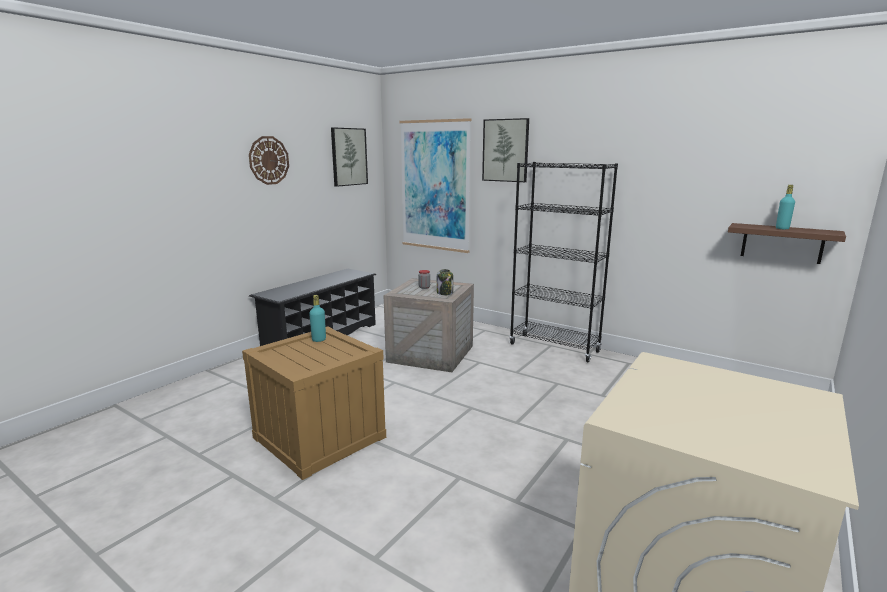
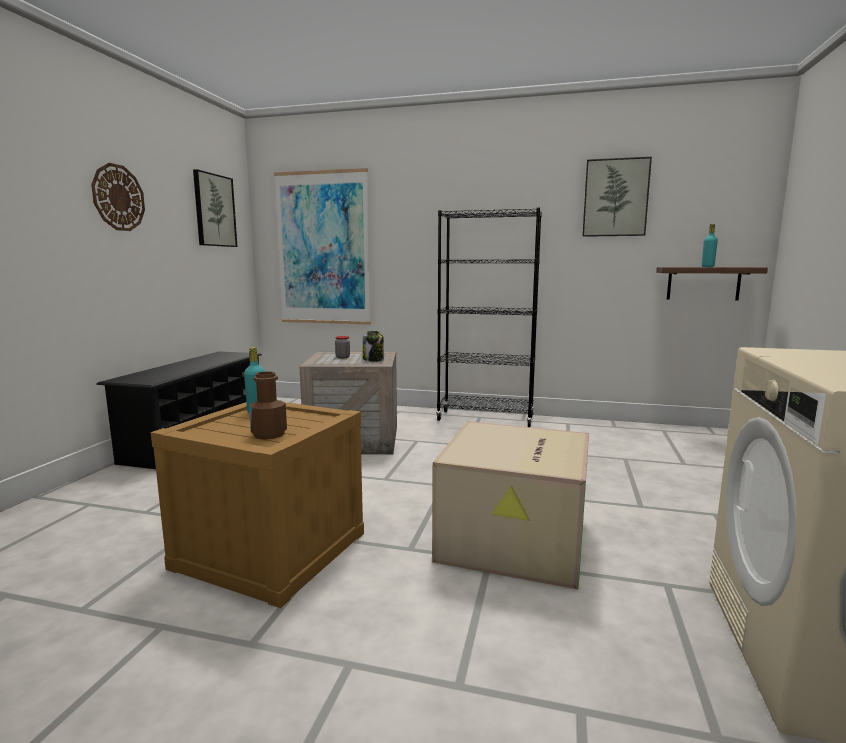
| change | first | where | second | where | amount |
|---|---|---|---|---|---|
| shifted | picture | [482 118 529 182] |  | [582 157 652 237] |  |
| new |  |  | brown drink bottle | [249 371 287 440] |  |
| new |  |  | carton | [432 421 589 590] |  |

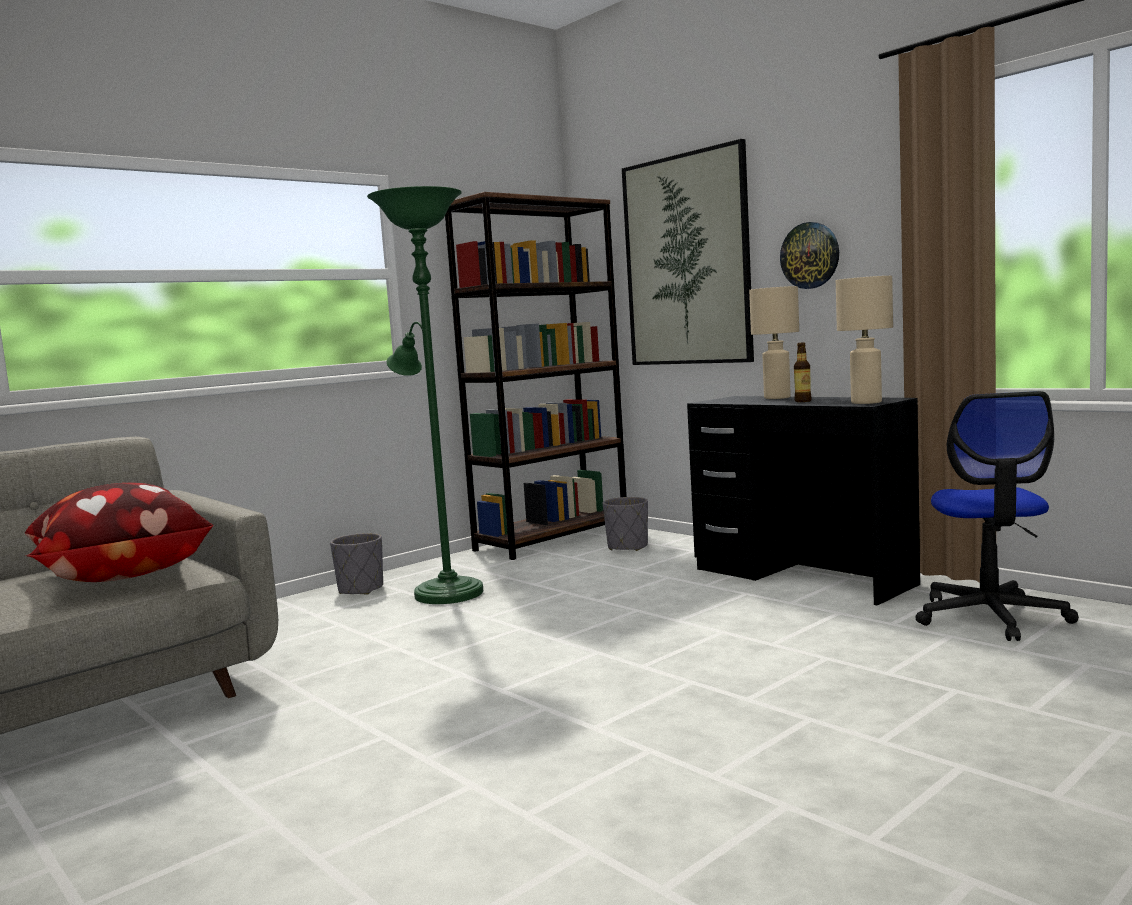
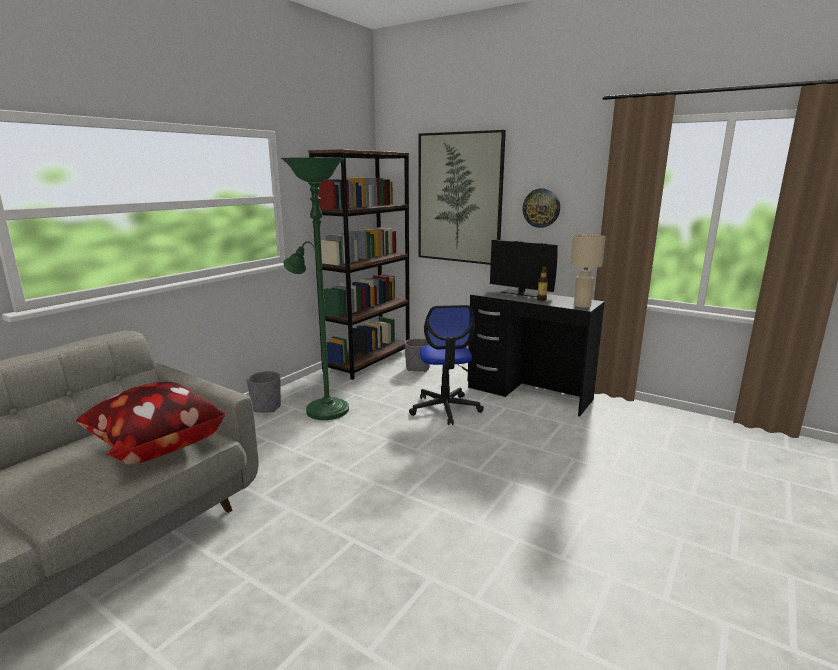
| change | first | where | second | where | amount |
|---|---|---|---|---|---|
| swapped | beige-coloured table lamp | [749 286 799 399] | monitor | [490 240 558 297] |  |
| shifted | desk chair | [915 391 1079 641] |  | [409 305 484 425] |  |

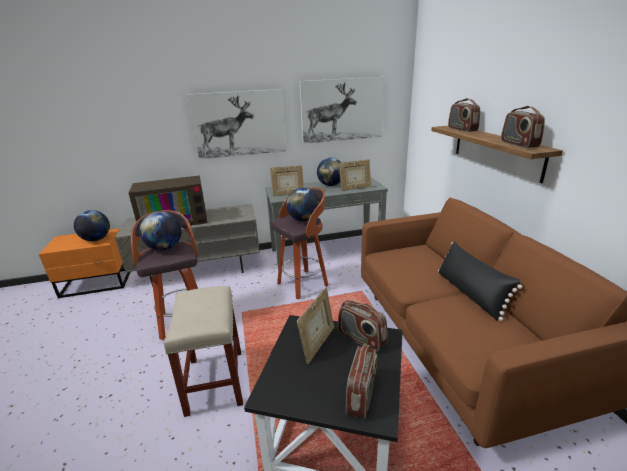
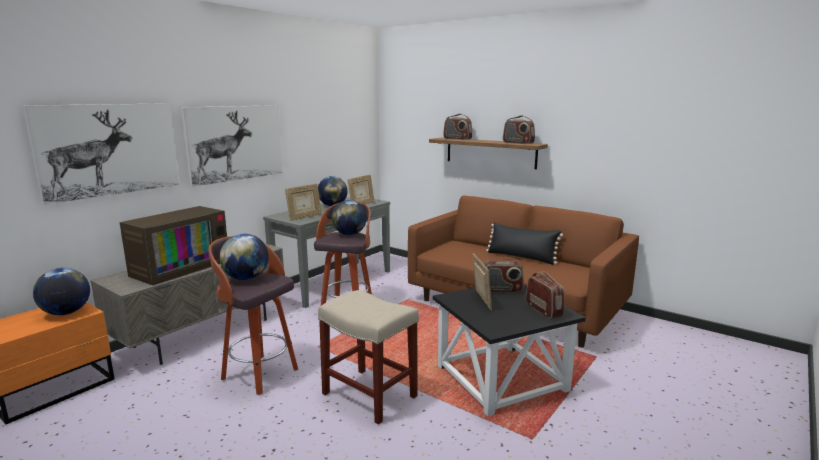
| change | first | where | second | where | amount |
|---|---|---|---|---|---|
| shifted | picture | [300 77 385 144] |  | [23 103 180 205] |  |

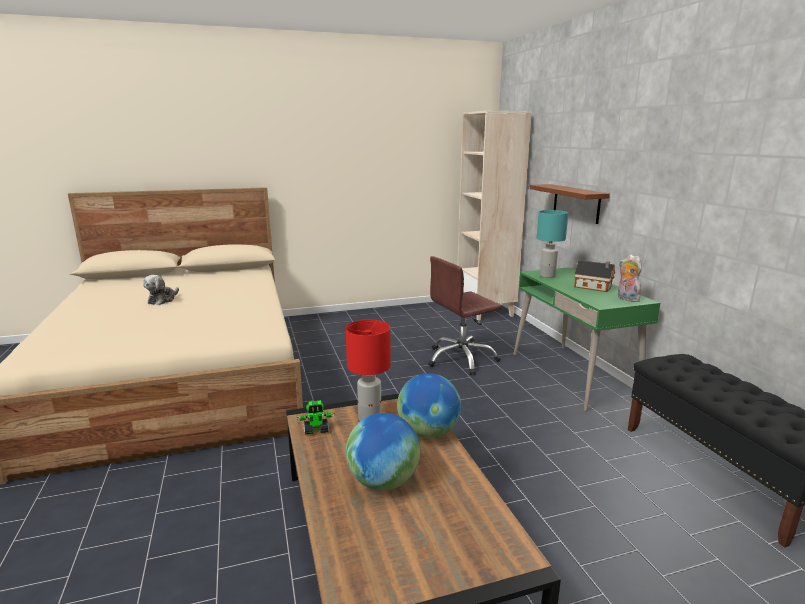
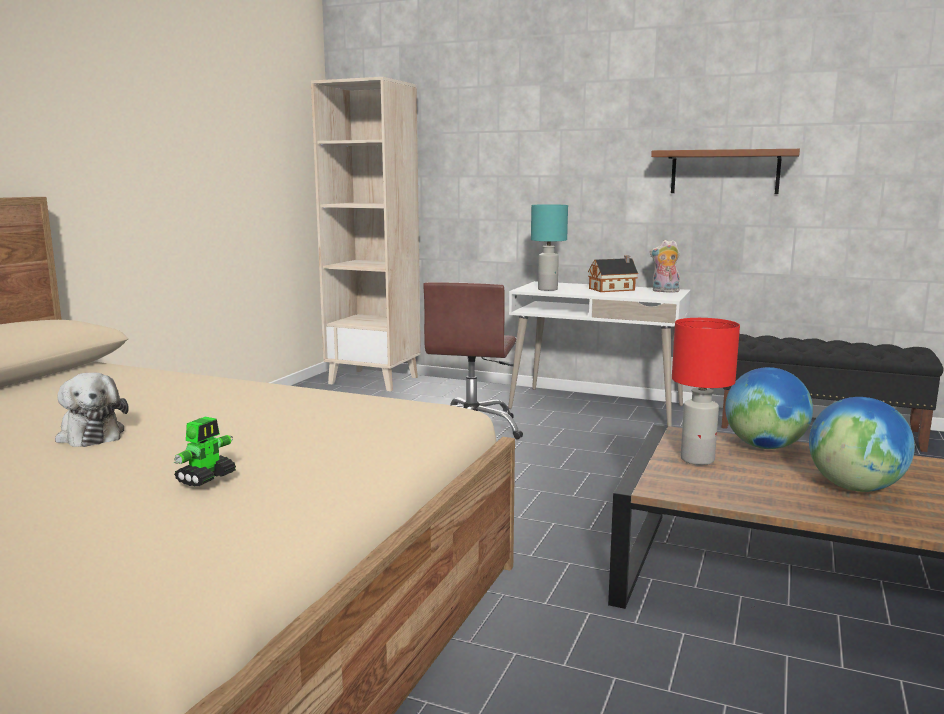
| change | first | where | second | where | amount |
|---|---|---|---|---|---|
| shifted | brown wall shelf | [529 184 610 224] |  | [651 149 800 194] |  |
| repainted | green desk table | [513 267 660 411] | white-coloured desk table | [508 281 691 427] |  |
| shifted | robot figure | [297 400 335 435] |  | [174 417 236 486] |  |

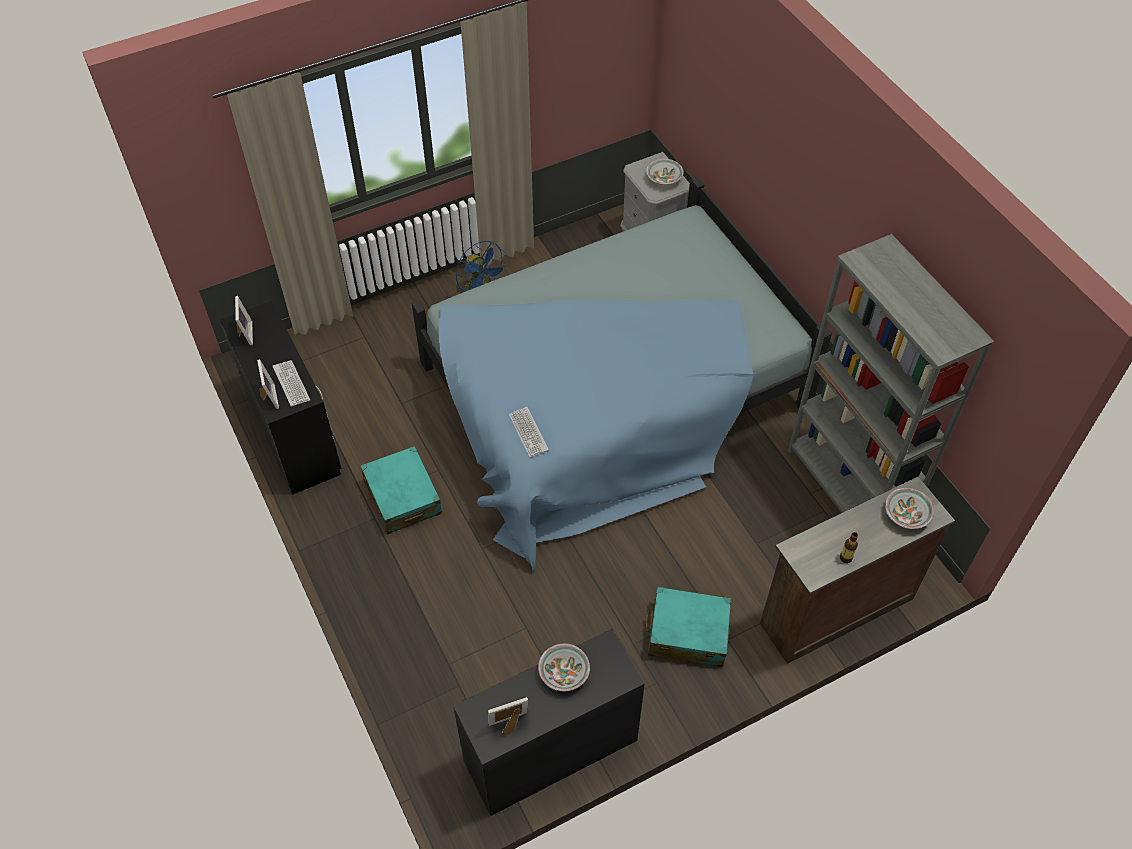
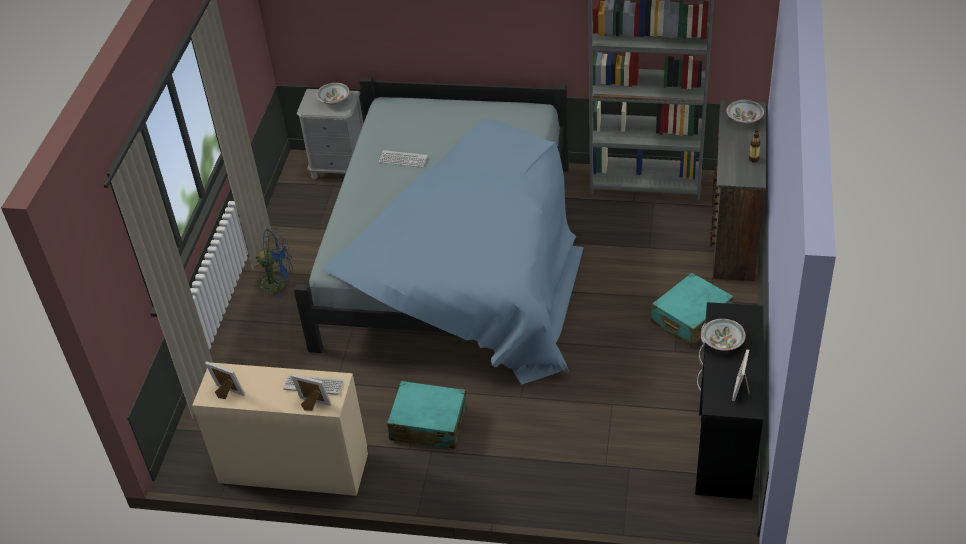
| change | first | where | second | where | amount |
|---|---|---|---|---|---|
| repainted | black-coloured desk table | [220 301 342 495] | beige-coloured desk table | [192 363 368 496] |  |
| shifted | PC keyboard | [509 407 549 458] |  | [379 150 428 167] |  |

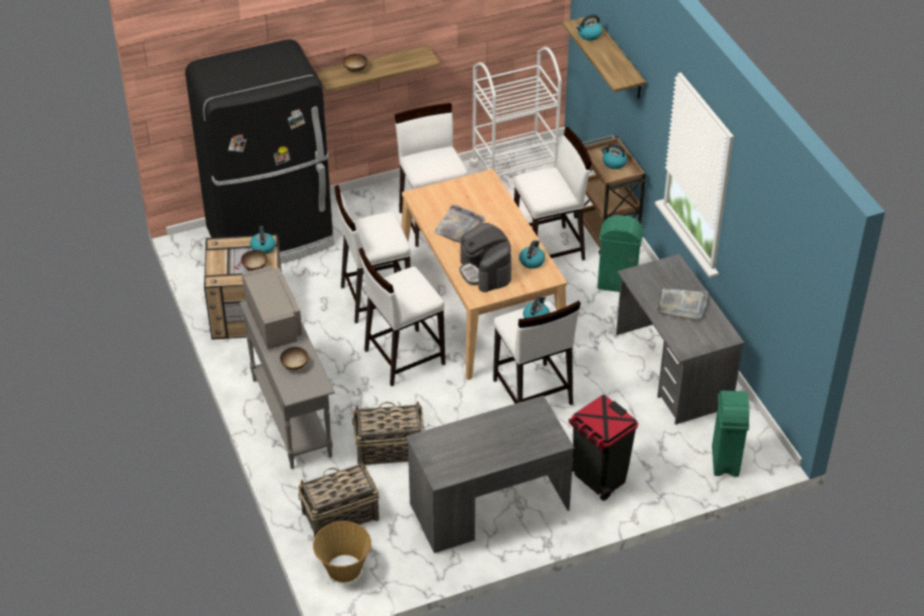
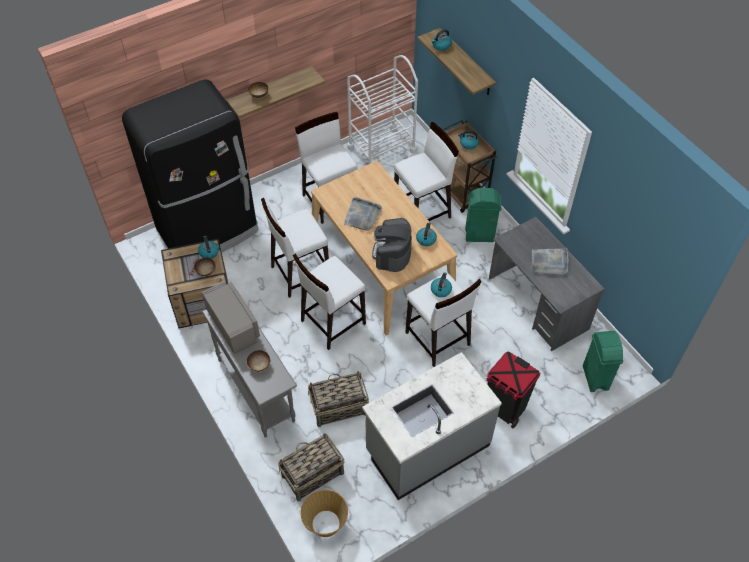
| change | first | where | second | where | amount |
|---|---|---|---|---|---|
| rotated | coffee machine | [459 223 511 292] |  | [372 218 412 272] | 45 degrees clockwise |
| swapped | gray desk table | [406 395 575 553] | gray counter | [362 352 502 500] |  |

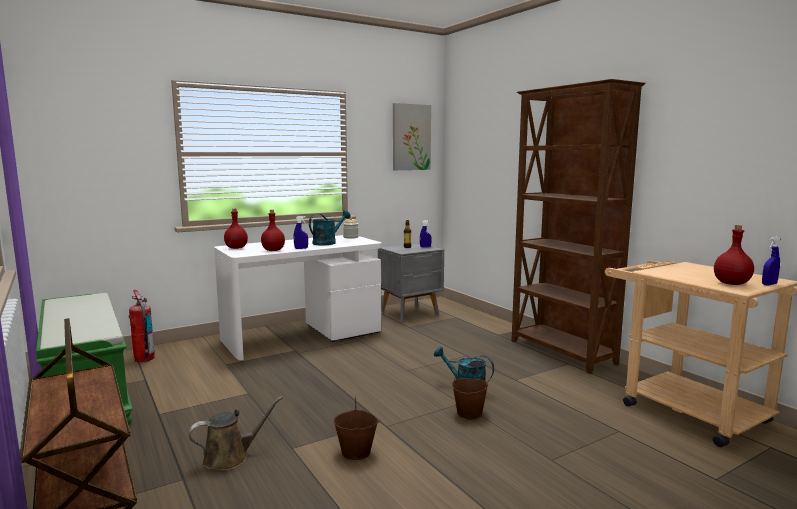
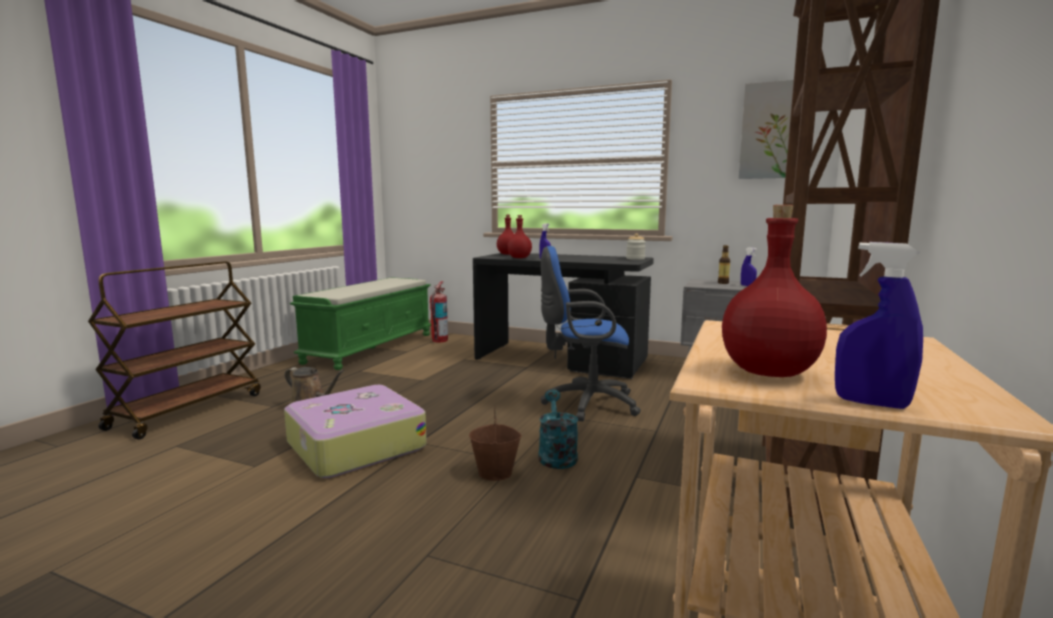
| change | first | where | second | where | amount |
|---|---|---|---|---|---|
| gone | turquoise sprinkling can | [309 210 351 245] |  |  |  |
| repainted | white-coloured desk table | [214 235 382 360] | black-coloured desk table | [473 253 654 379] |  |
| swapped | brown bucket | [334 396 379 460] | travel case | [284 385 427 478] |  |
| new |  |  | blue desk chair | [541 246 641 421] |  |

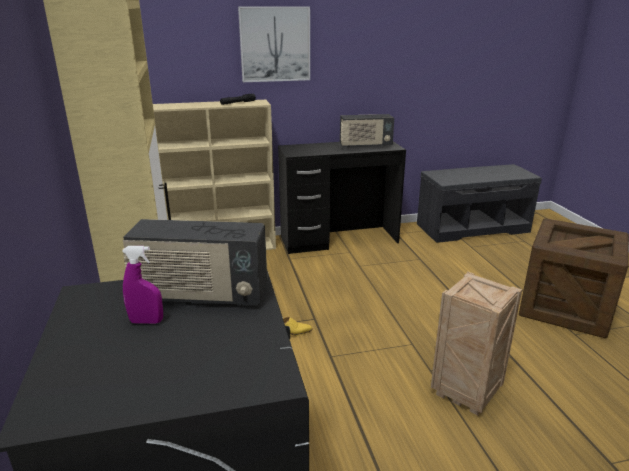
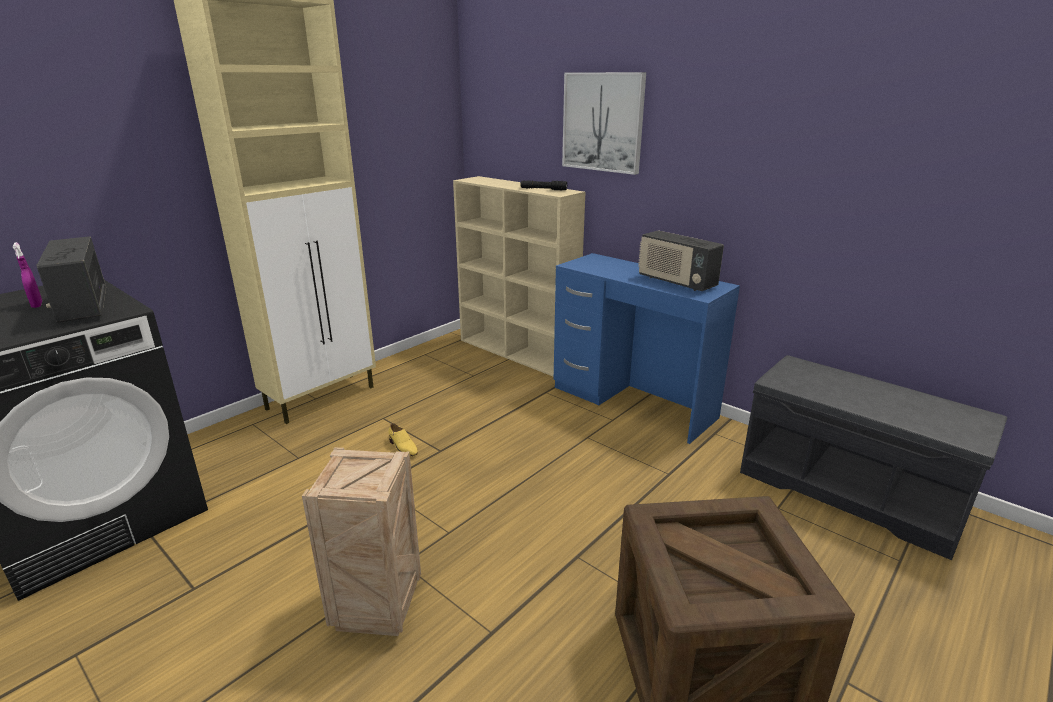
| change | first | where | second | where | amount |
|---|---|---|---|---|---|
| repainted | black-coloured desk table | [278 141 406 254] | blue desk table | [554 253 740 444] |  |

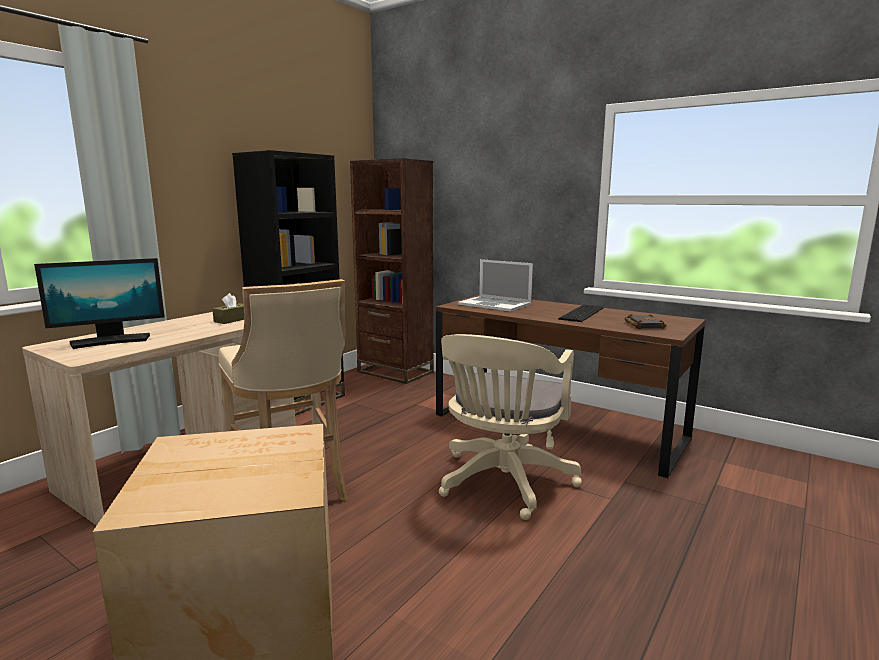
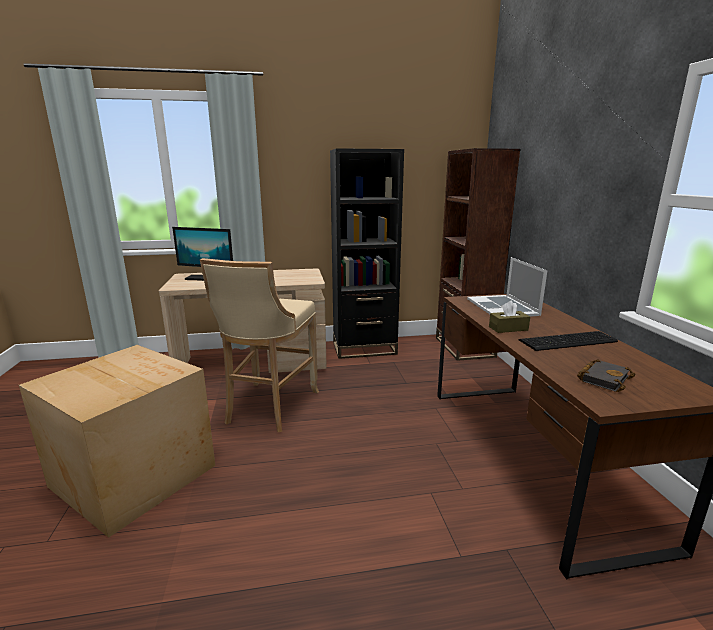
| change | first | where | second | where | amount |
|---|---|---|---|---|---|
| shifted | brown box of tissues | [212 293 244 324] |  | [489 301 530 333] |  |
| gone | beige-coloured desk chair | [439 334 582 520] |  |  |  |

